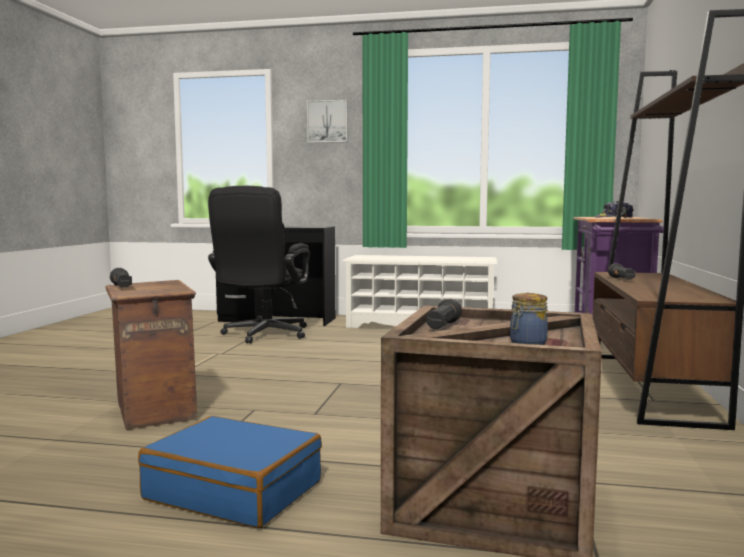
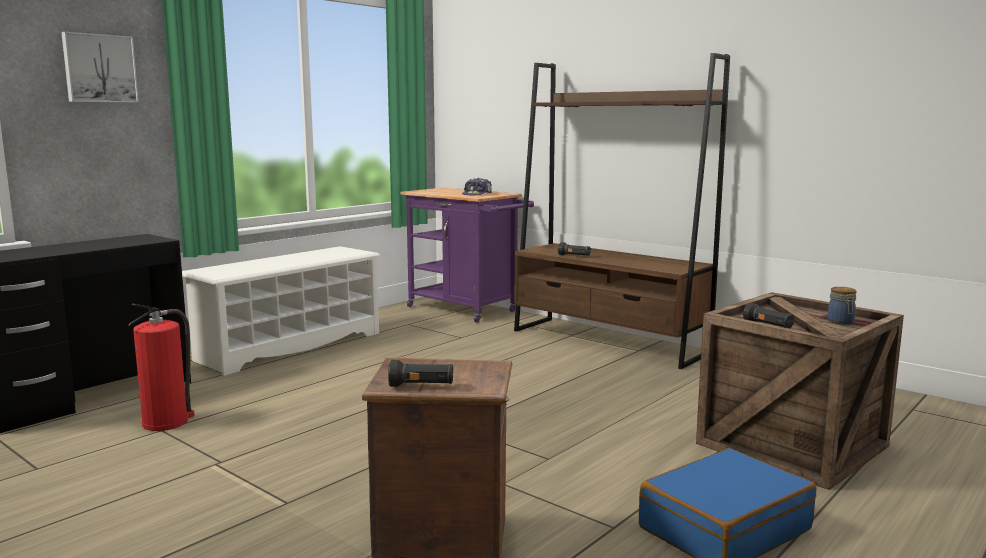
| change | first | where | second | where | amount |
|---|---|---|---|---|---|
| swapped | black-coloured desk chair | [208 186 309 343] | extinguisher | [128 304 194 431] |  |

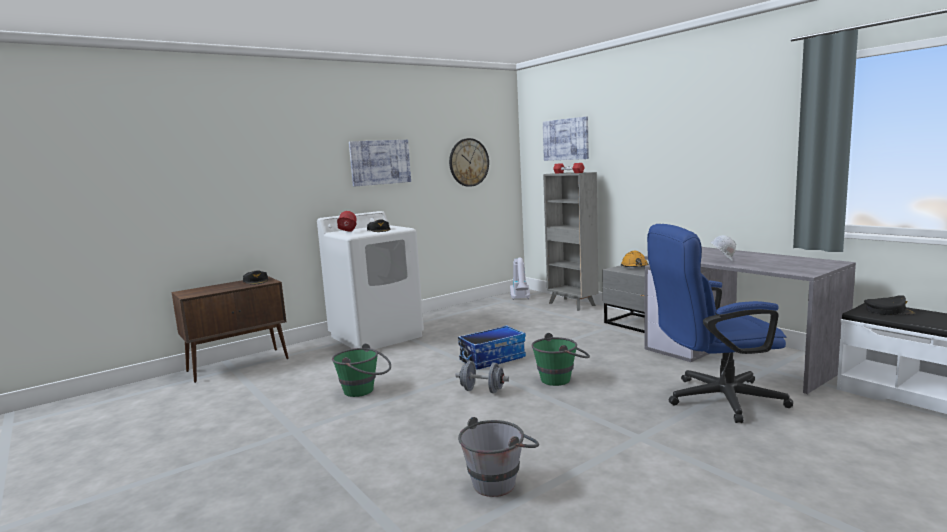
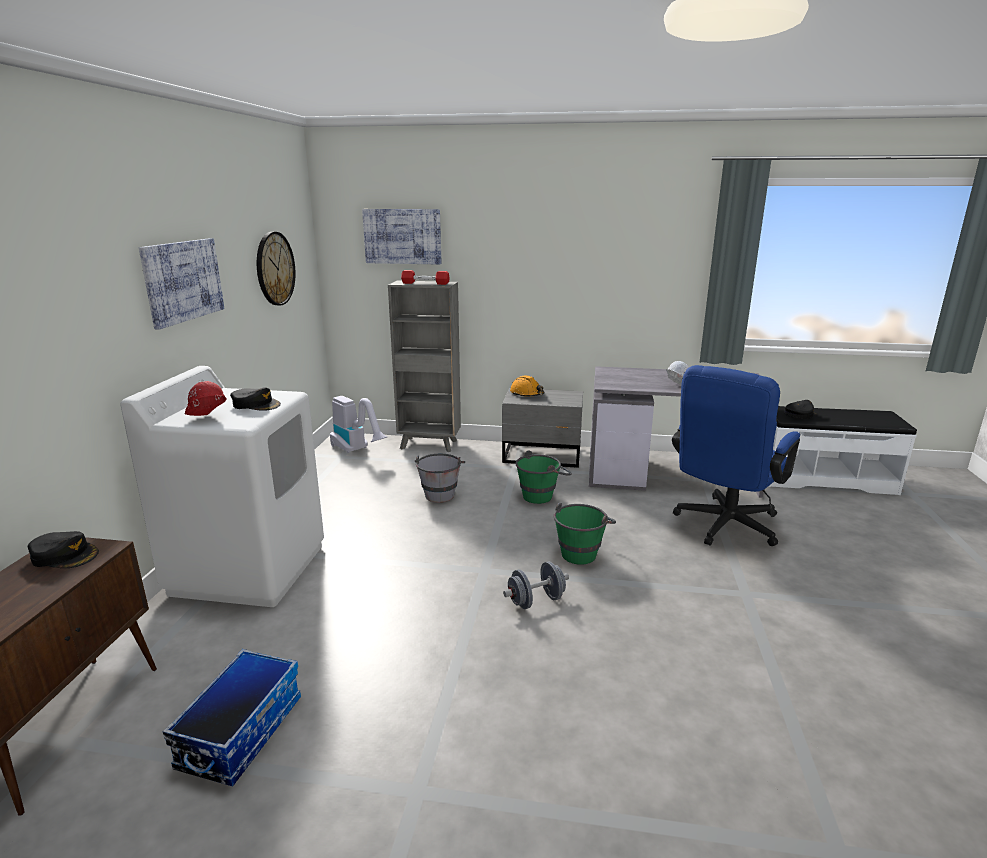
| change | first | where | second | where | amount |
|---|---|---|---|---|---|
| shifted | storage bin | [458 325 526 370] |  | [163 649 301 786] |  |
| shifted | green bucket | [332 343 391 397] |  | [515 450 572 504] |  |
| shifted | gray bucket | [458 417 539 497] |  | [415 454 465 503] |  |

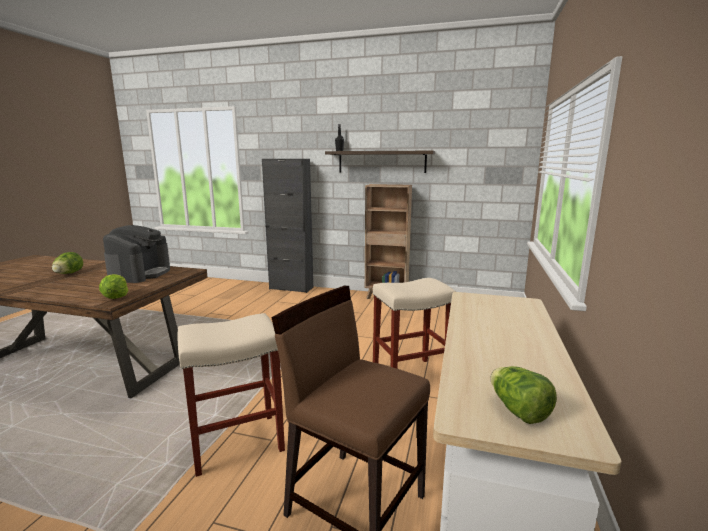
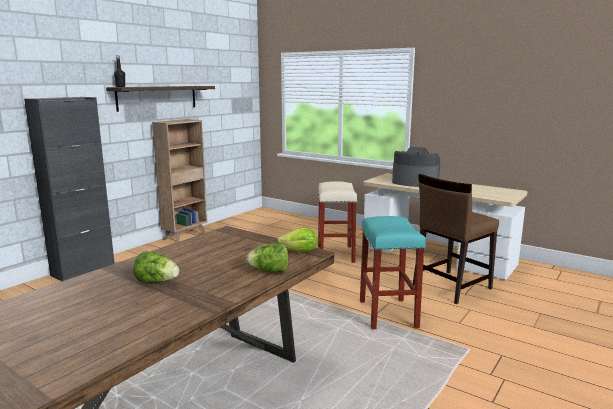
| change | first | where | second | where | amount |
|---|---|---|---|---|---|
| shifted | coffee machine | [103 225 170 283] |  | [392 147 440 187] |  |
| repainted | beige-coloured stool | [177 313 285 477] | turquoise stool | [360 216 426 329] |  |
| shifted | lettuce head | [490 366 557 424] |  | [246 243 288 273] |  |

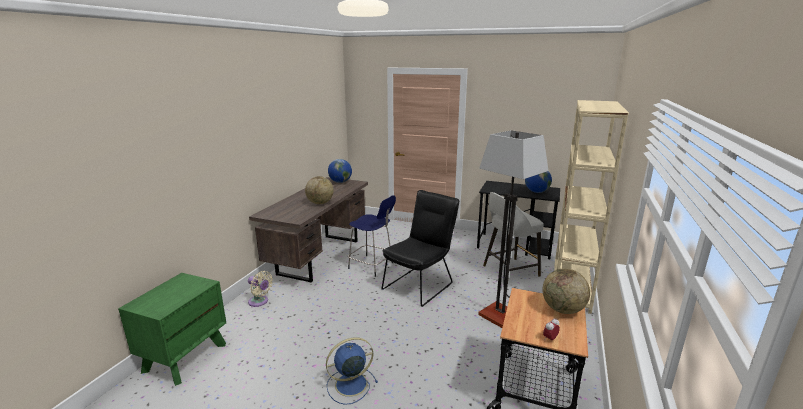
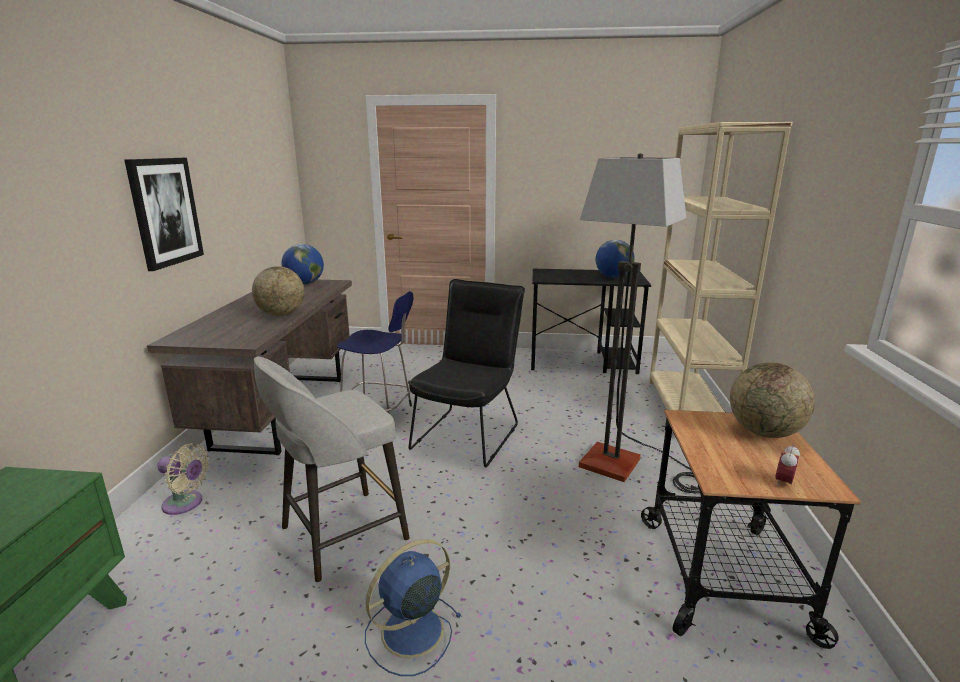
| change | first | where | second | where | amount |
|---|---|---|---|---|---|
| shifted | gray stool | [483 192 544 277] |  | [254 356 410 582] |  |
| new |  |  | picture | [124 158 204 271] |  |

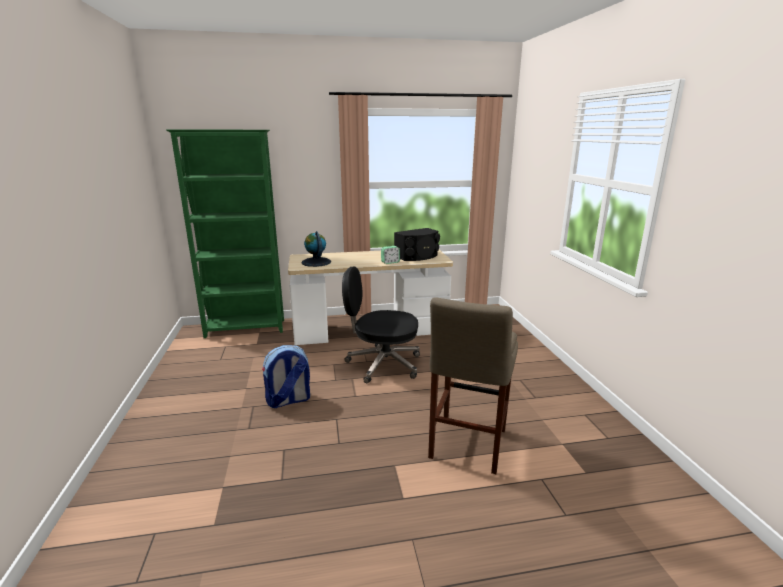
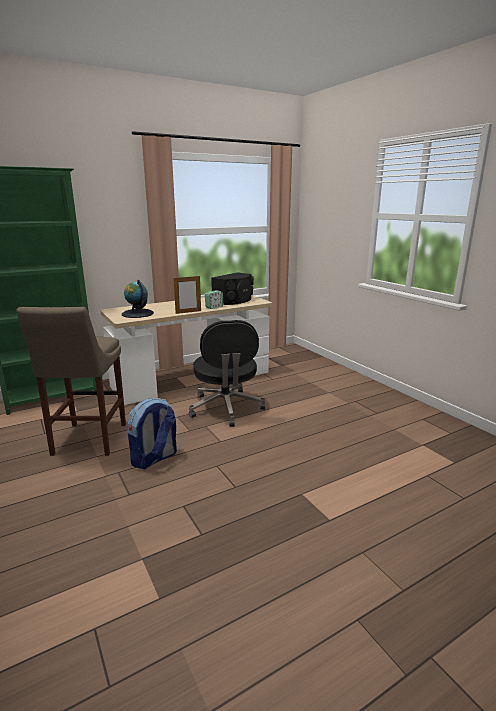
| change | first | where | second | where | amount |
|---|---|---|---|---|---|
| rotated | black-coloured desk chair | [342 267 420 384] |  | [189 320 266 427] | 90 degrees counterclockwise |
| shifted | beige-coloured stool | [428 297 518 474] |  | [17 307 126 456] |  |
| new |  |  | picture frame | [174 275 201 314] |  |

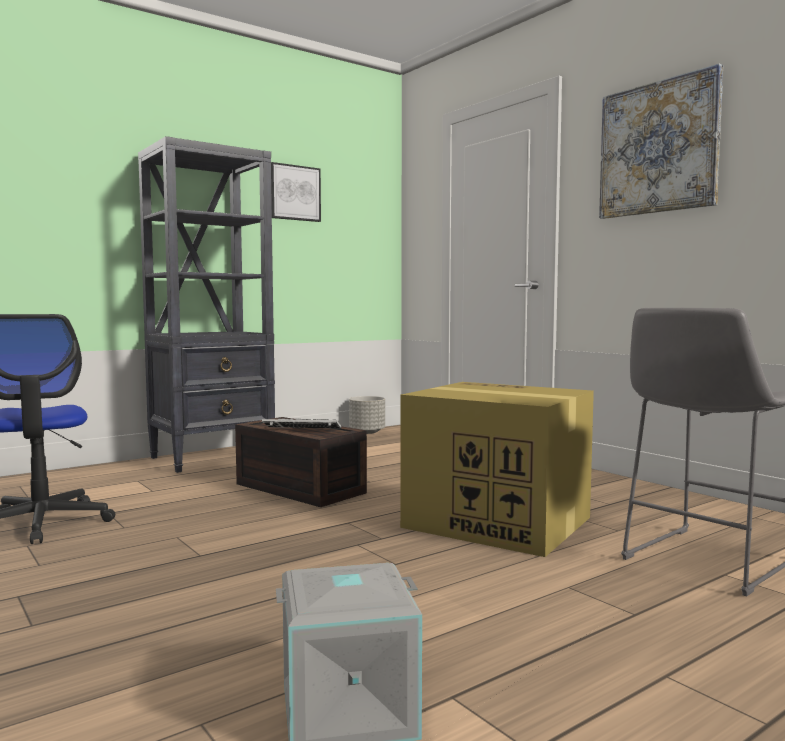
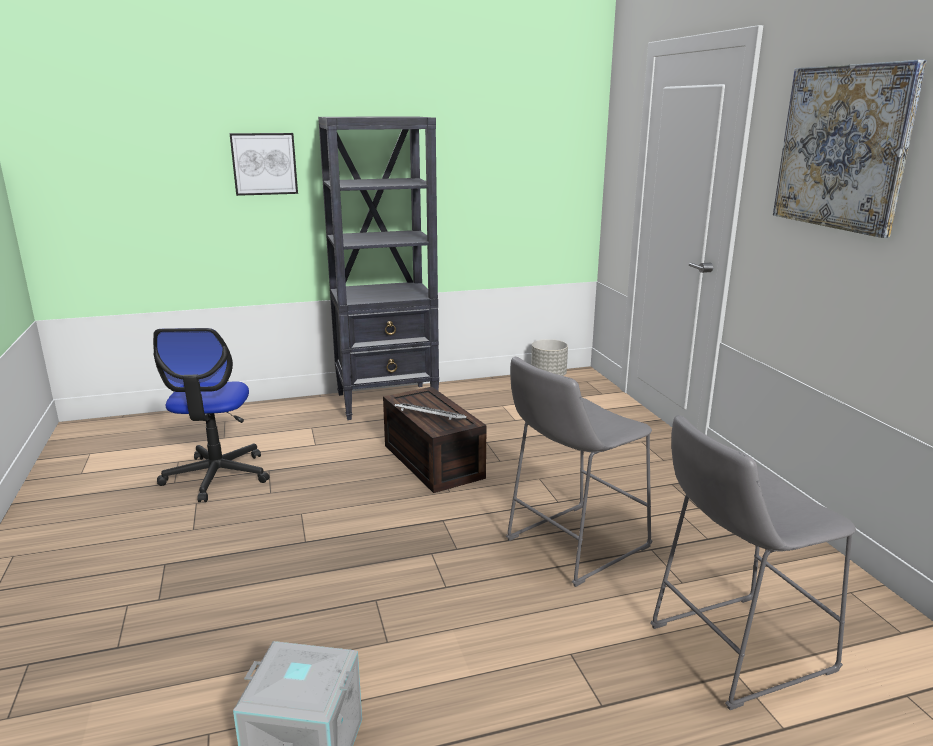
| change | first | where | second | where | amount |
|---|---|---|---|---|---|
| shifted | picture | [271 162 321 222] |  | [230 133 298 196] |  |
| swapped | carton | [400 382 594 557] | gray stool | [506 357 653 587] |  |

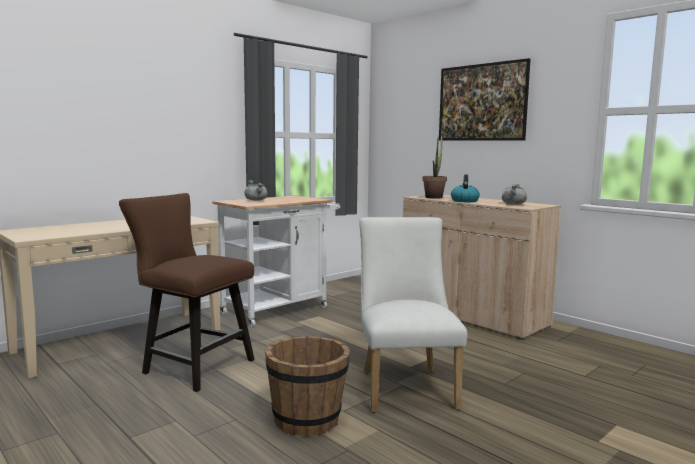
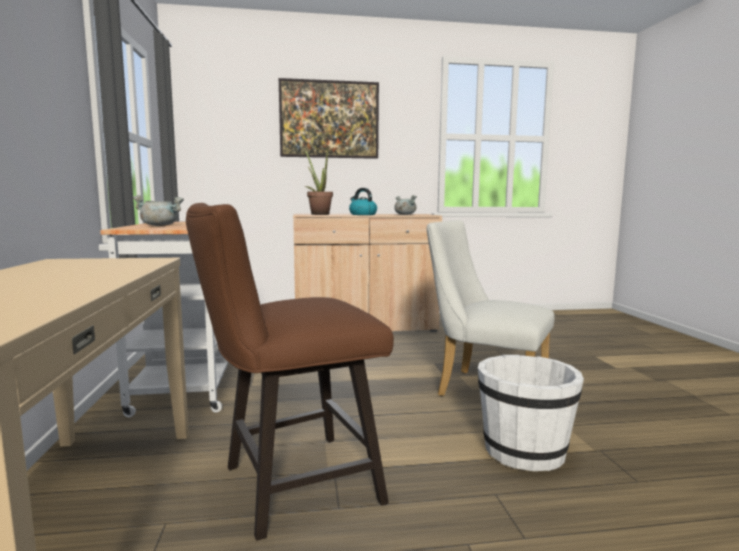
| change | first | where | second | where | amount |
|---|---|---|---|---|---|
| repainted | brown bucket | [265 336 350 437] | white-coloured bucket | [478 355 584 471] |  |

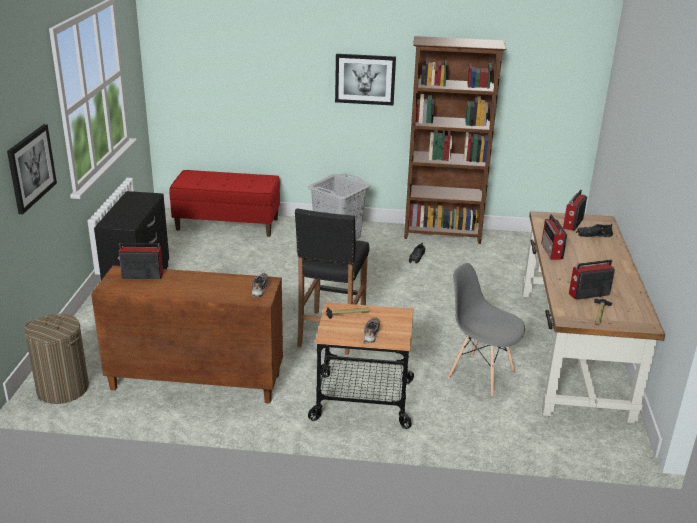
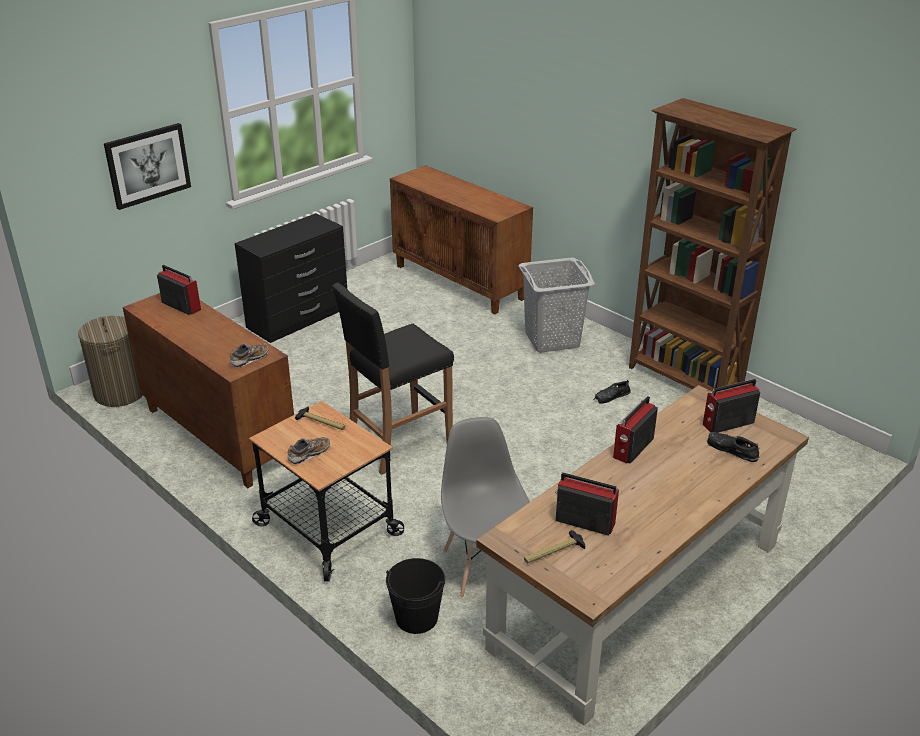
| change | first | where | second | where | amount |
|---|---|---|---|---|---|
| gone | picture | [335 54 396 106] |  |  |  |
| swapped | red-coloured indoor bench | [169 170 280 237] | brown storage cabinet | [390 165 533 314] |  |
| new |  |  | black-coloured bucket | [386 558 445 634] |  |

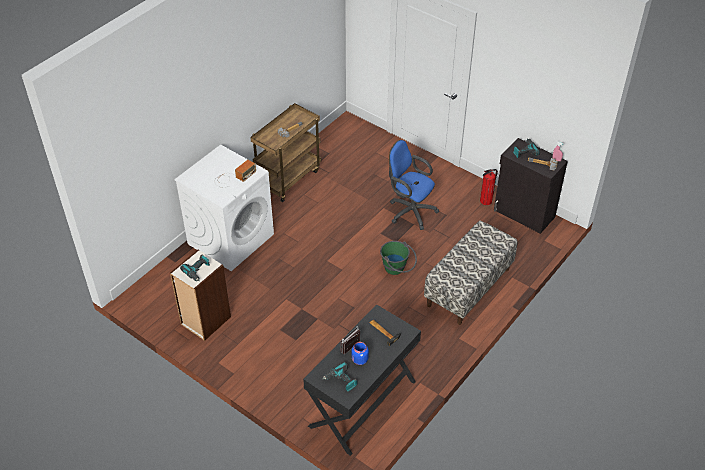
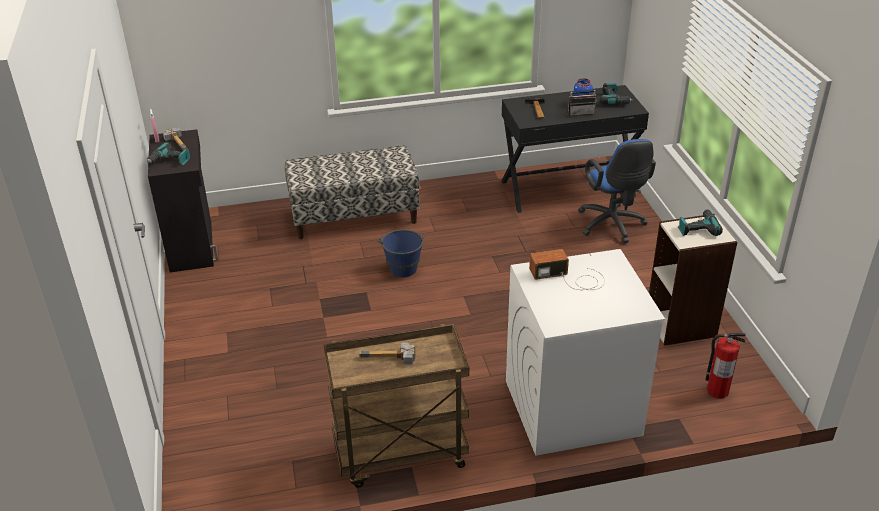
| change | first | where | second | where | amount |
|---|---|---|---|---|---|
| shifted | blue desk chair | [389 140 439 230] |  | [578 139 656 243] |  |
| shifted | extinguisher | [480 169 498 205] |  | [706 333 746 399] |  |
| repainted | green bucket | [380 241 417 275] | blue bucket | [377 229 424 277] |  |

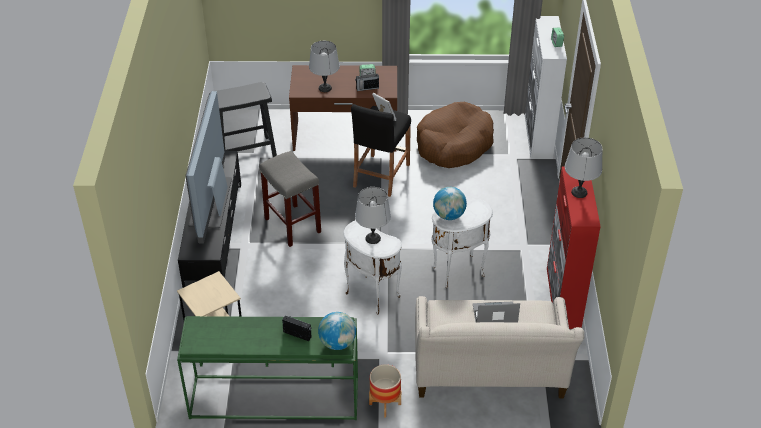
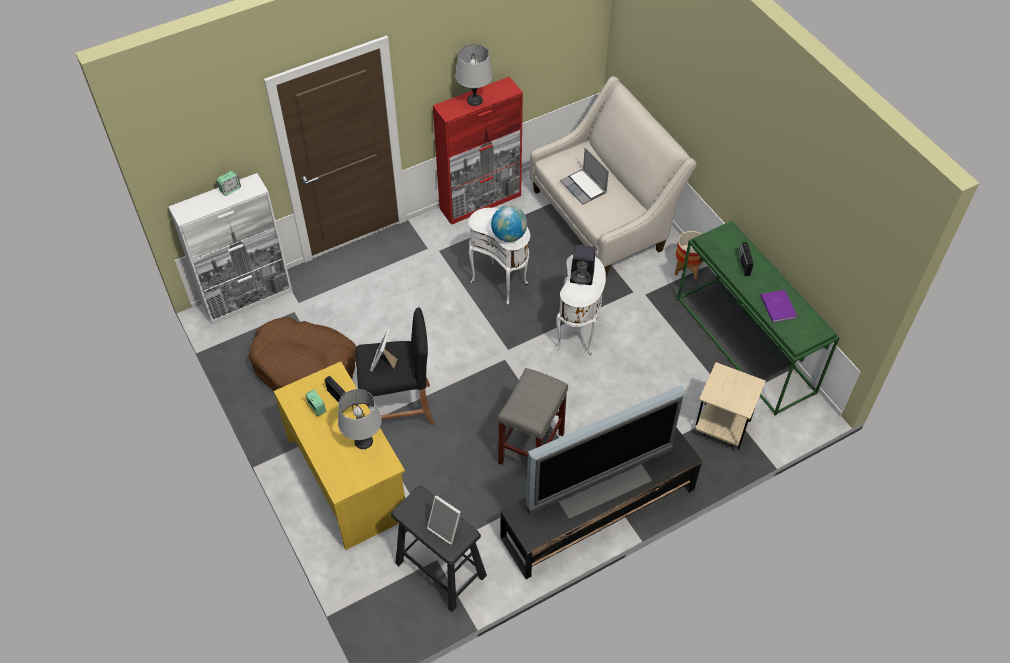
| change | first | where | second | where | amount |
|---|---|---|---|---|---|
| repainted | brown desk table | [289 65 397 151] | yellow desk table | [274 362 405 550] |  |
| swapped | gray table lamp | [355 187 391 244] | black-coloured speaker | [570 245 595 285] |  |
| gone | globe | [318 312 356 350] |  |  |  |
| new |  |  | purple-coloured bound book | [760 290 797 323] |  |
| new |  |  | picture frame | [427 495 461 545] |  |

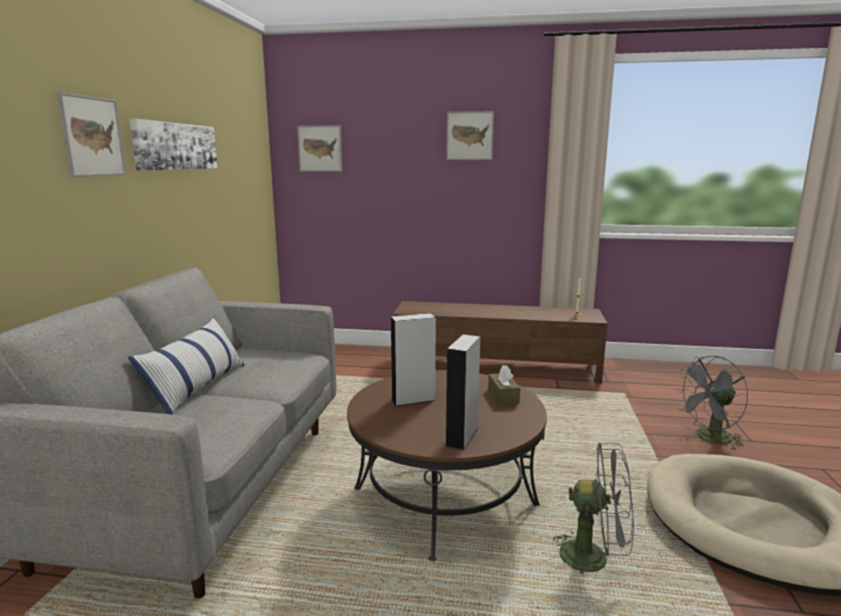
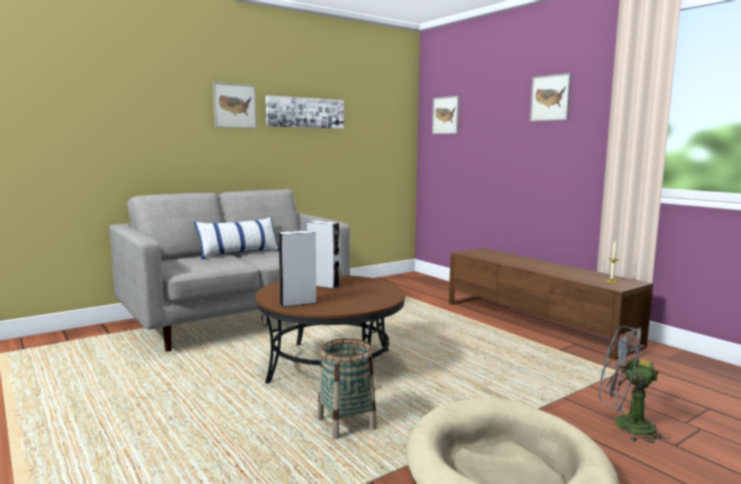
| change | first | where | second | where | amount |
|---|---|---|---|---|---|
| gone | brown box of tissues | [488 365 520 405] |  |  |  |
| swapped | gray cooling fan | [553 443 634 574] | basket | [317 338 377 439] |  |

